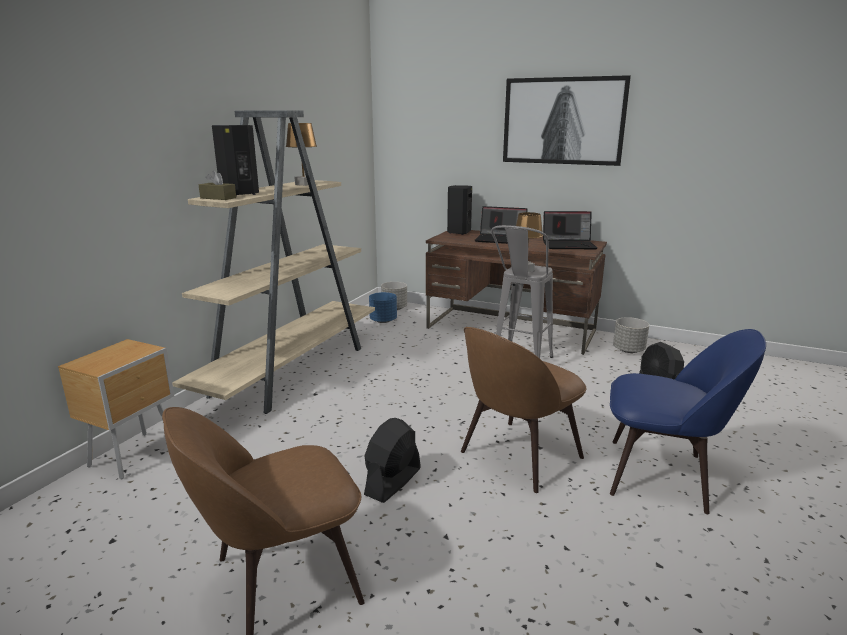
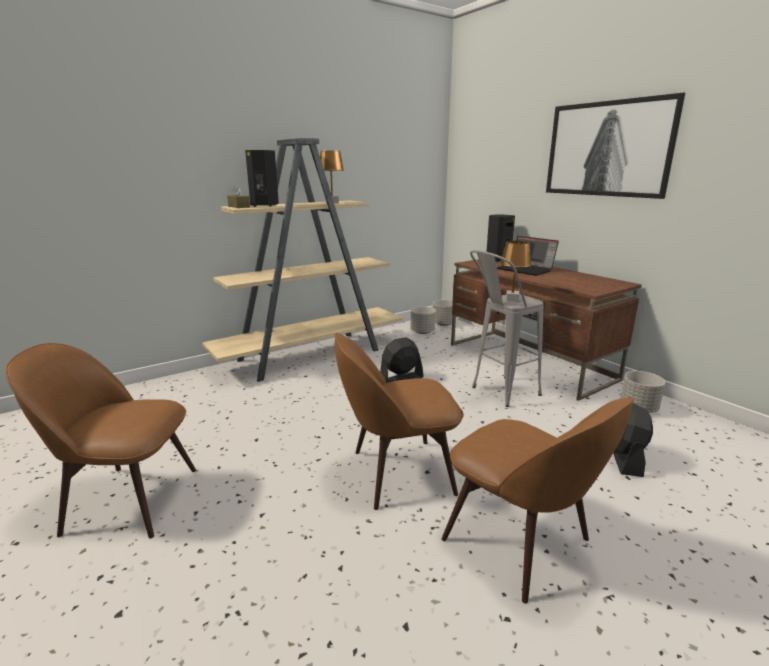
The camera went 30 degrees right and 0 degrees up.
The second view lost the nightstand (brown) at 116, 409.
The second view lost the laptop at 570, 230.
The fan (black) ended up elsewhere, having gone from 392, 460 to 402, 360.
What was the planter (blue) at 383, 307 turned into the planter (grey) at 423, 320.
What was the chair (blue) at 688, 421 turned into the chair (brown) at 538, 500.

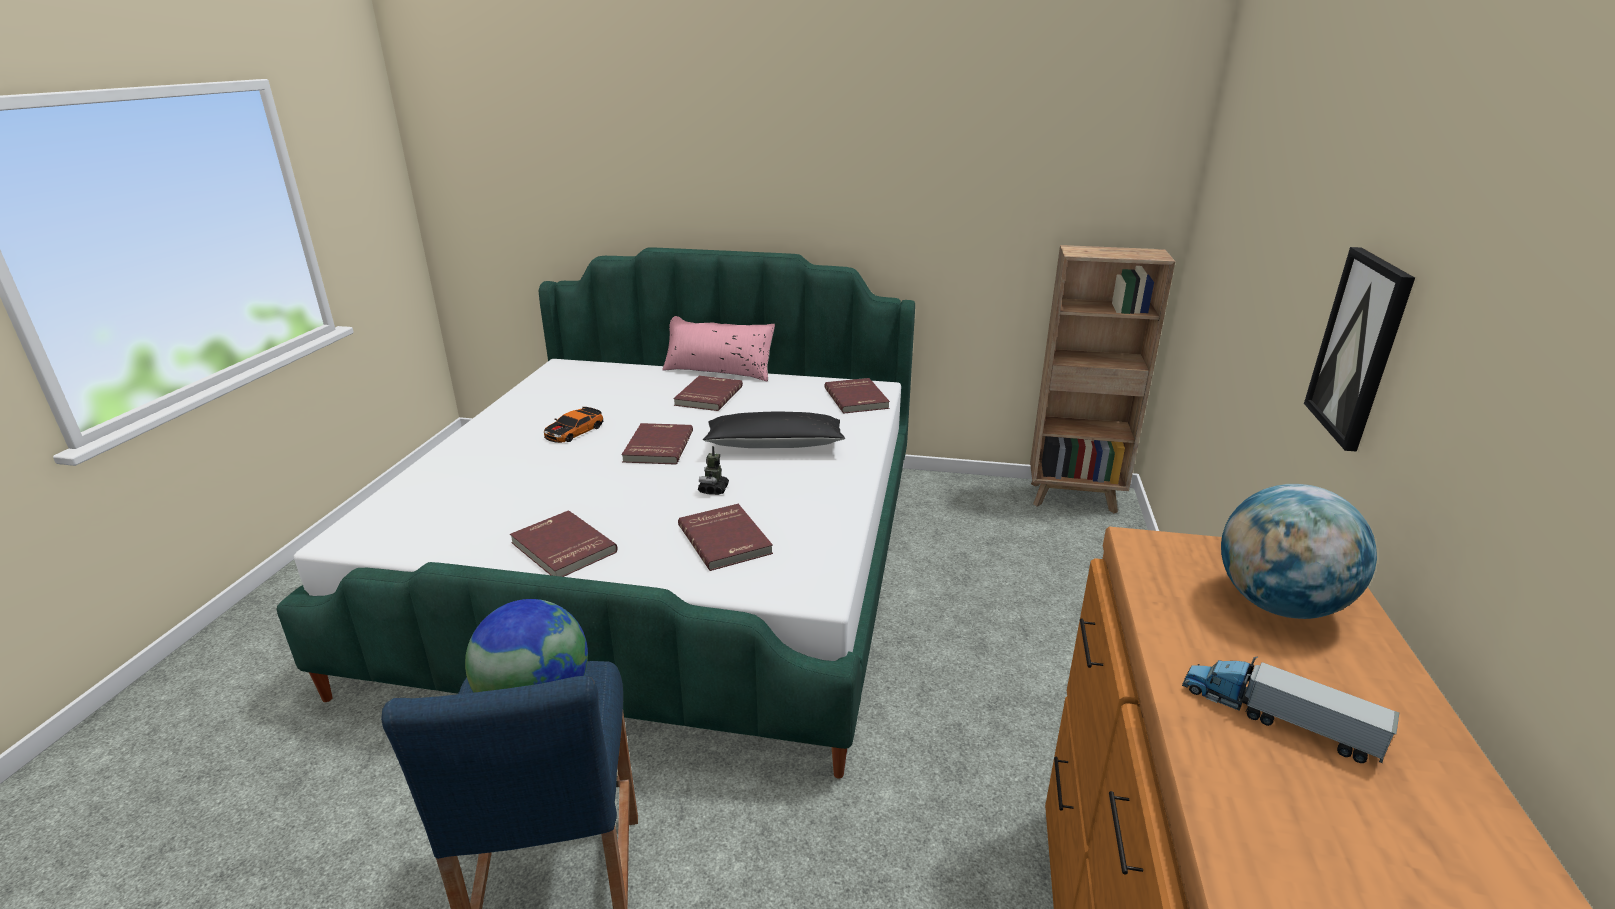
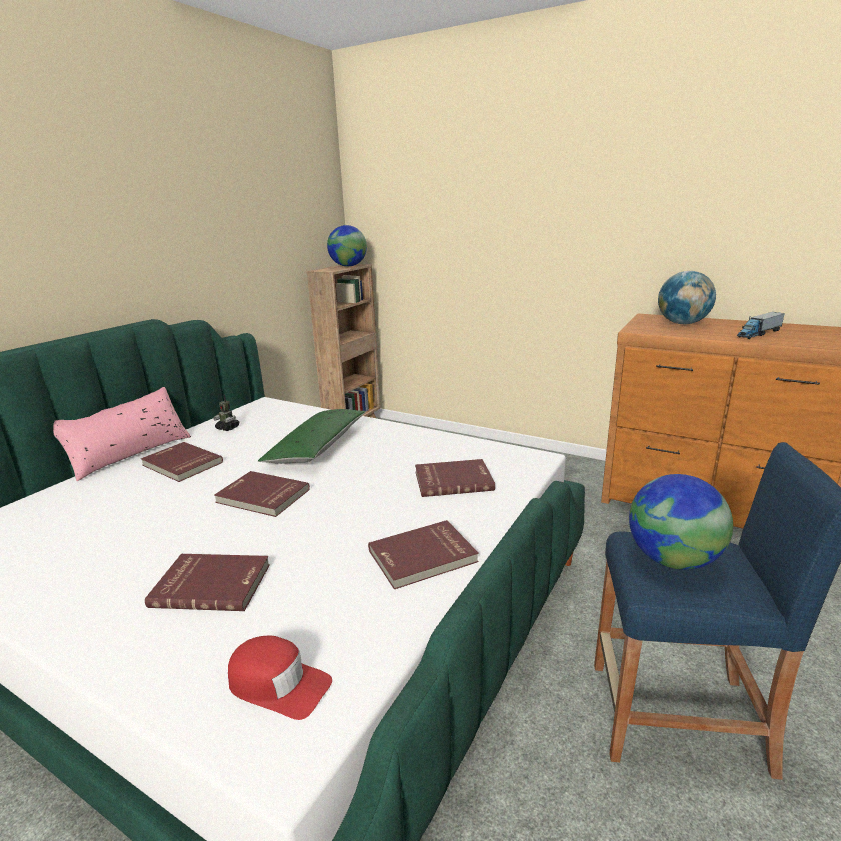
The camera went 70 degrees left and 5 degrees down.
The second view lost the toy car at 573, 425.
The second view lost the picture at 1359, 349.
The second view gained the cap (red) at 280, 678.
The second view gained the globe at 347, 246.
The toy robot ended up elsewhere, having gone from 713, 470 to 226, 413.
The book (red) ended up elsewhere, having gone from 857, 396 to 207, 582.
What was the pillow (black) at 774, 430 turned into the pillow (green) at 312, 436.

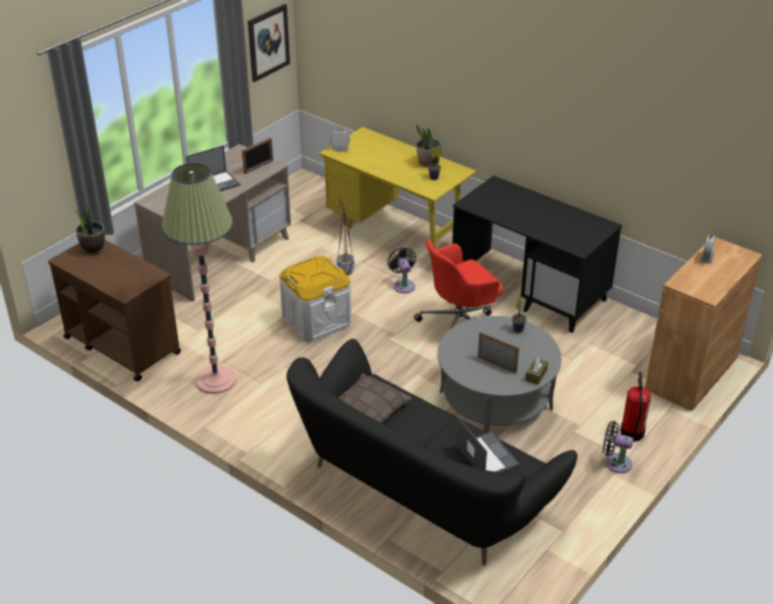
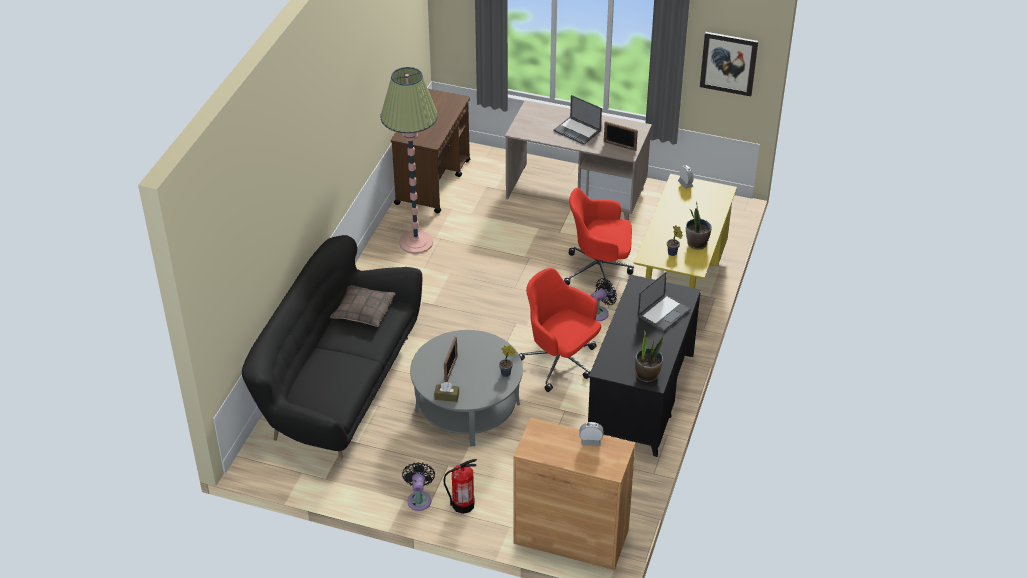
The camera went 70 degrees right and 5 degrees up.
The second view lost the storage box (white) at 315, 299.
The potted plant ended up elsewhere, having gone from 89, 228 to 649, 356.
The laptop ended up elsewhere, having gone from 488, 445 to 664, 301.
Where the planter stood at 345, 236, the office chair (red) came to stand at 599, 243.

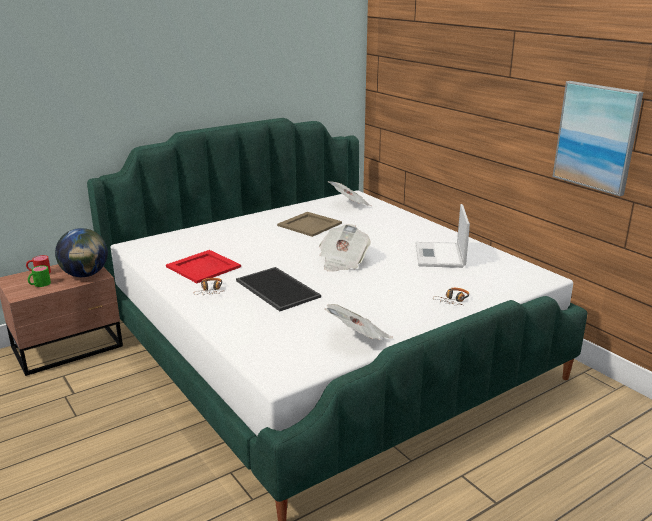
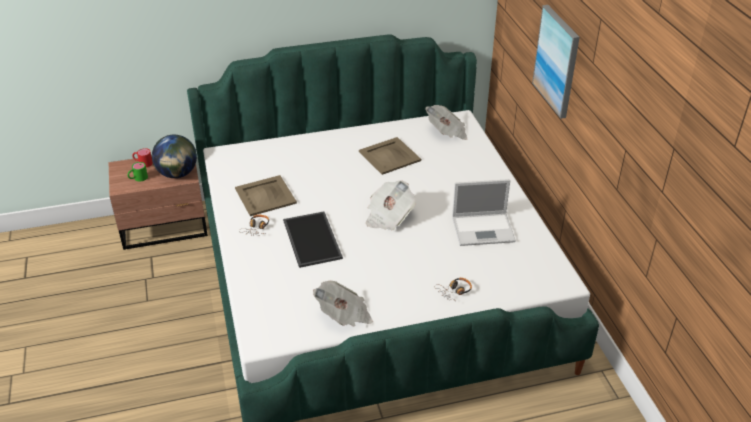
The camera went 20 degrees right and 15 degrees up.
The picture ended up elsewhere, having gone from 597, 138 to 556, 62.
What was the tray (red) at 203, 266 turned into the tray (beige) at 266, 195.
The laptop at 442, 236 ended up facing another way, 120 degrees counterclockwise from before.

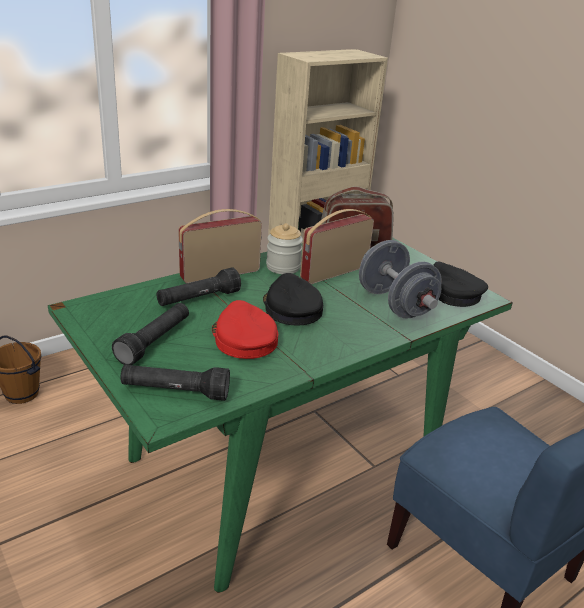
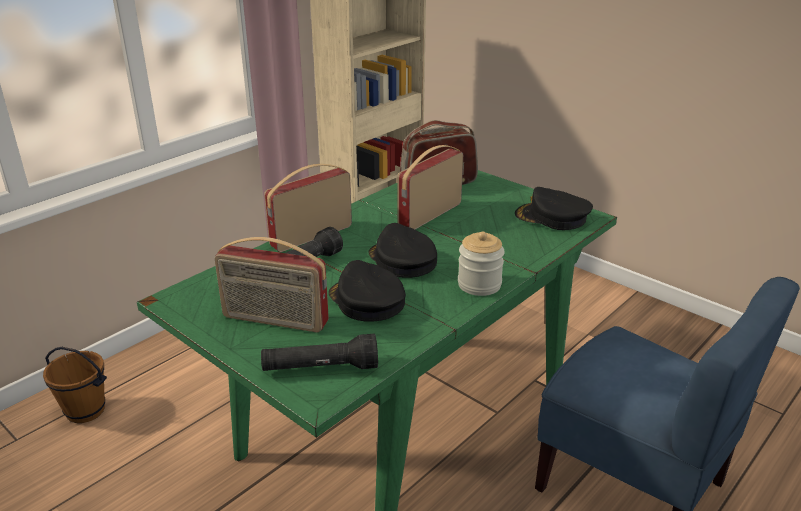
The camera went 10 degrees left and 0 degrees up.
The second view lost the dumbbell (grey) at 400, 279.
The jar ended up elsewhere, having gone from 284, 248 to 481, 263.
Where the flashlight (black) stood at 150, 334, the radio came to stand at 271, 285.
What was the cap (red) at 245, 329 turned into the cap (black) at 367, 291.

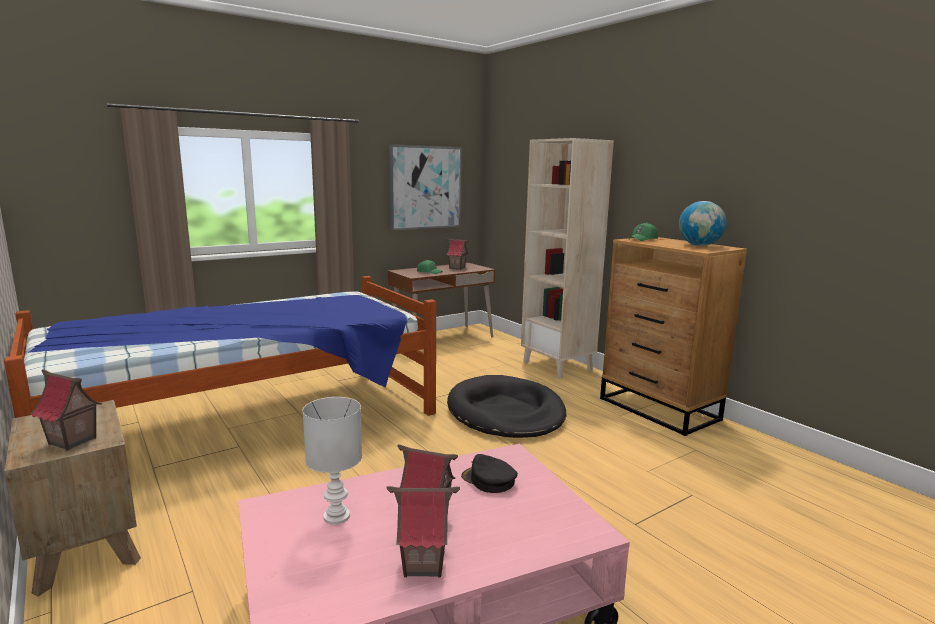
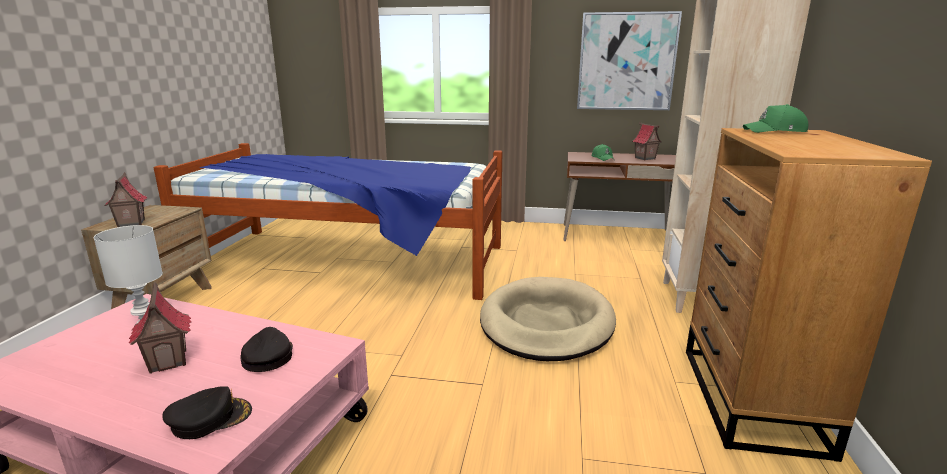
The camera went 45 degrees right and 5 degrees up.
The second view lost the toy house at 423, 532.
The second view lost the globe at 702, 223.
The second view gained the cap (black) at 207, 413.
What was the dog bed (black) at 506, 406 turned into the dog bed (beige) at 548, 319.

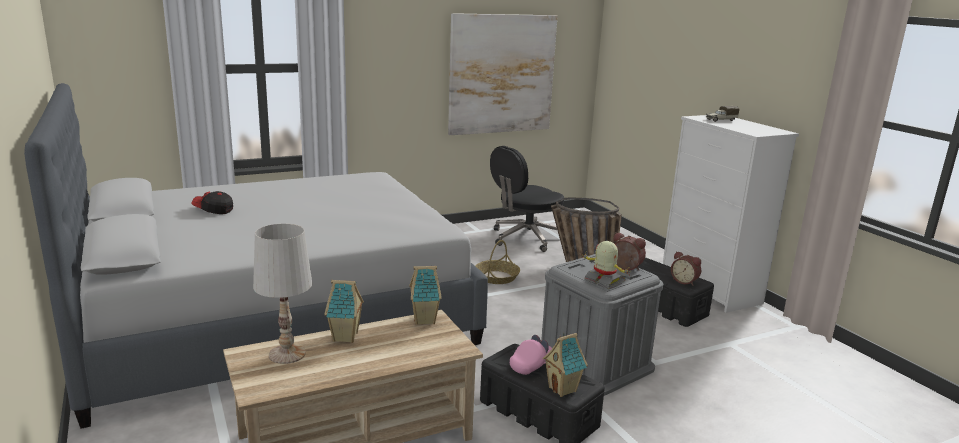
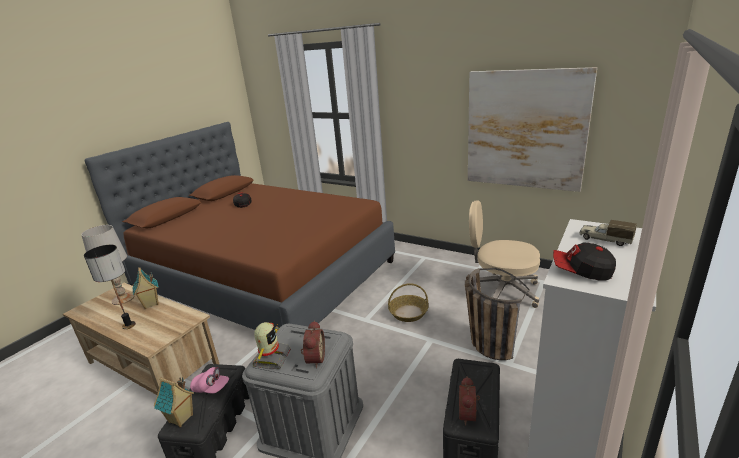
The camera went 60 degrees right and 5 degrees up.
The second view lost the toy house at 425, 295.
The second view gained the table lamp at 110, 287.
The second view gained the cap at 584, 262.
What was the bed (grey) at 256, 256 turned into the bed (brown) at 240, 226.
What was the office chair (black) at 527, 199 turned into the office chair (beige) at 504, 254.

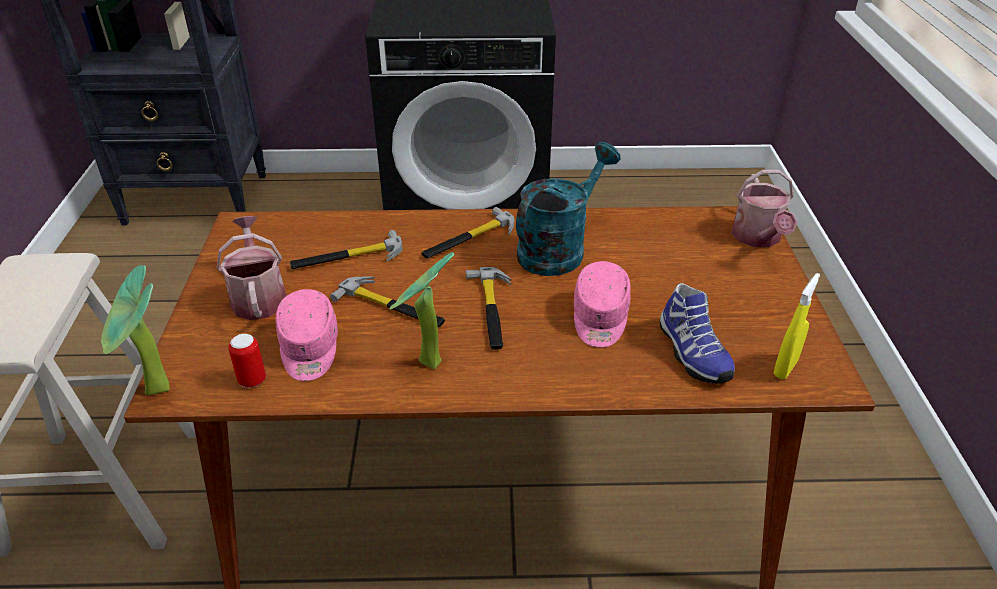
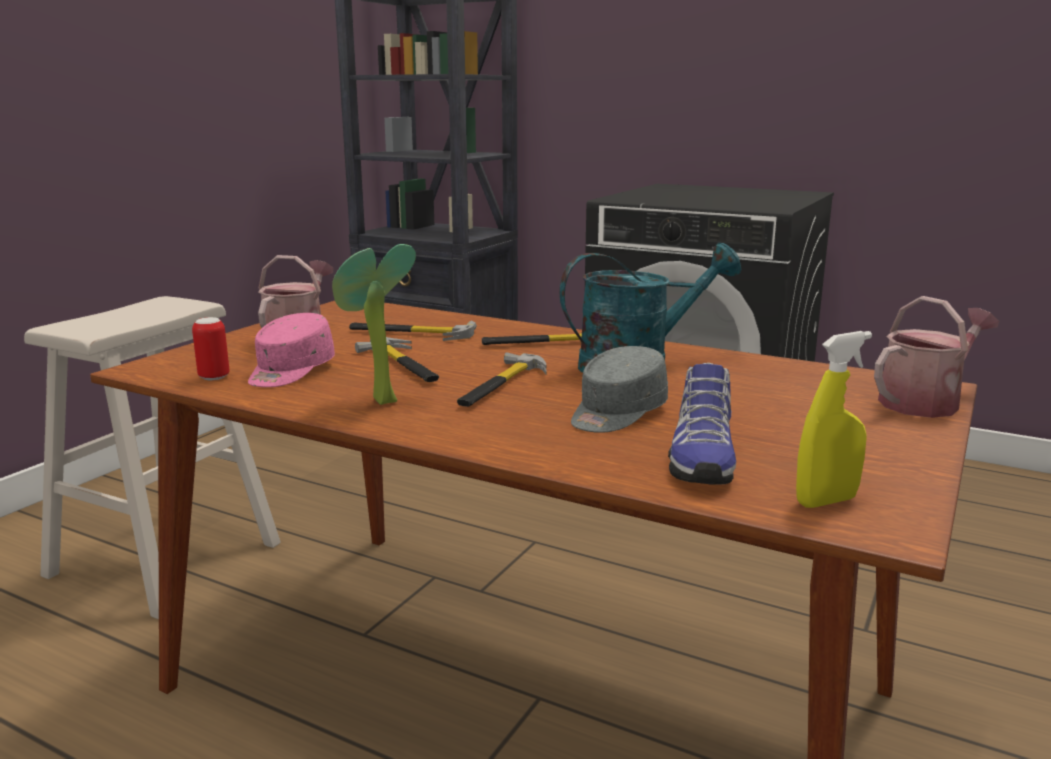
The camera went 30 degrees right and 20 degrees down.
The second view lost the potted plant at 135, 330.
What was the cap (pink) at 602, 304 turned into the cap (grey) at 619, 389.
The watering can at 765, 208 ended up facing another way, 150 degrees counterclockwise from before.

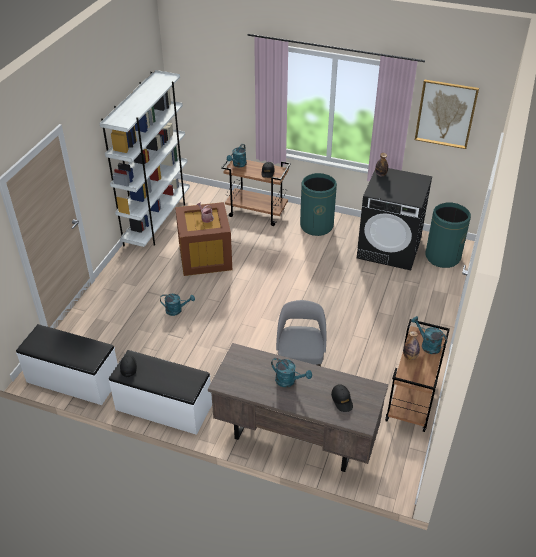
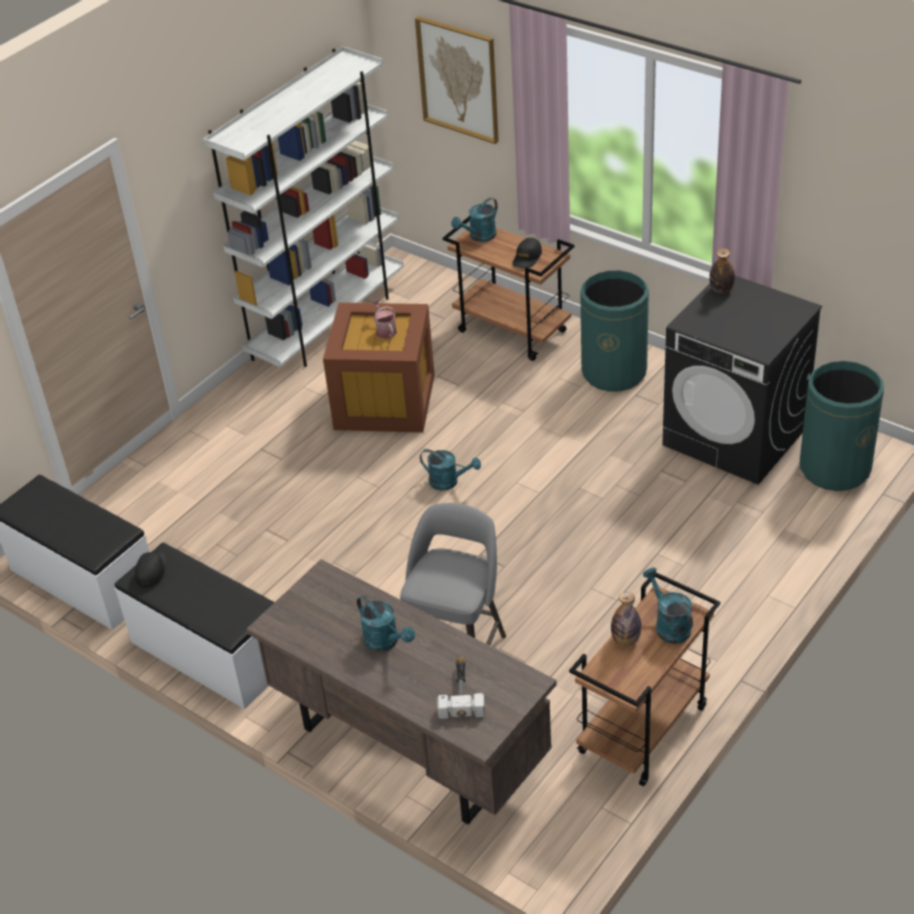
The camera went 20 degrees right and 0 degrees up.
The watering can (turquoise) ended up elsewhere, having gone from 177, 305 to 450, 470.
The picture ended up elsewhere, having gone from 447, 114 to 457, 80.
Where the cap (black) stood at 342, 398, the hammer came to stand at 461, 688.

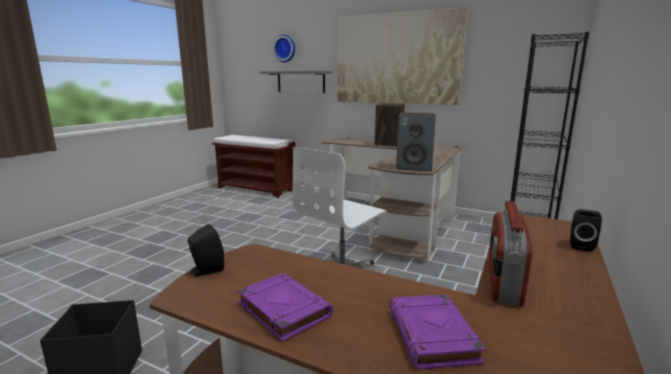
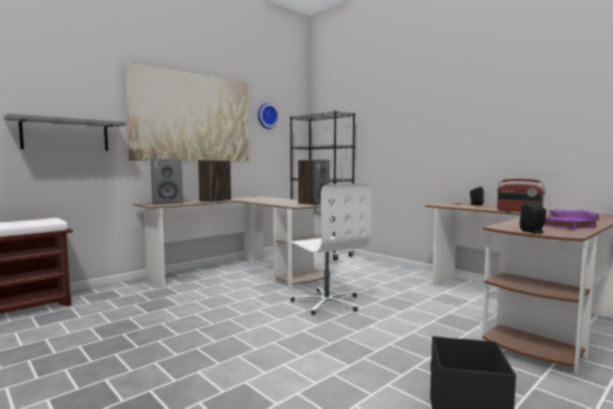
The camera went 70 degrees left and 10 degrees down.
The second view gained the speaker at 167, 181.
The wall clock ended up elsewhere, having gone from 284, 48 to 268, 116.

